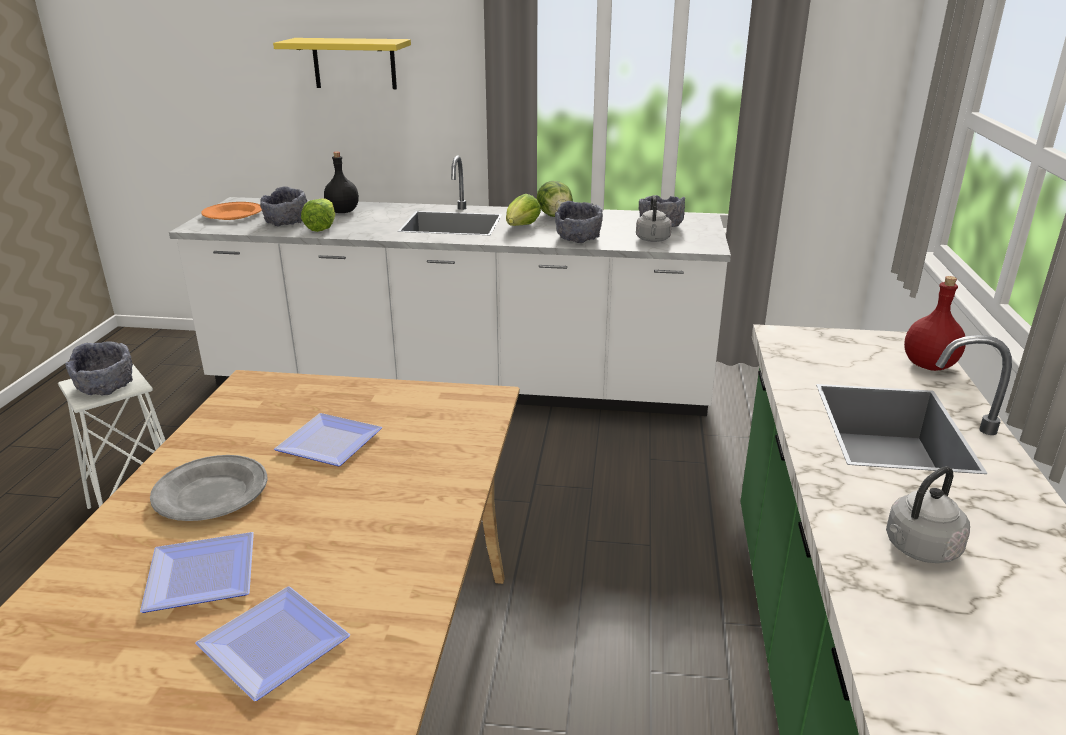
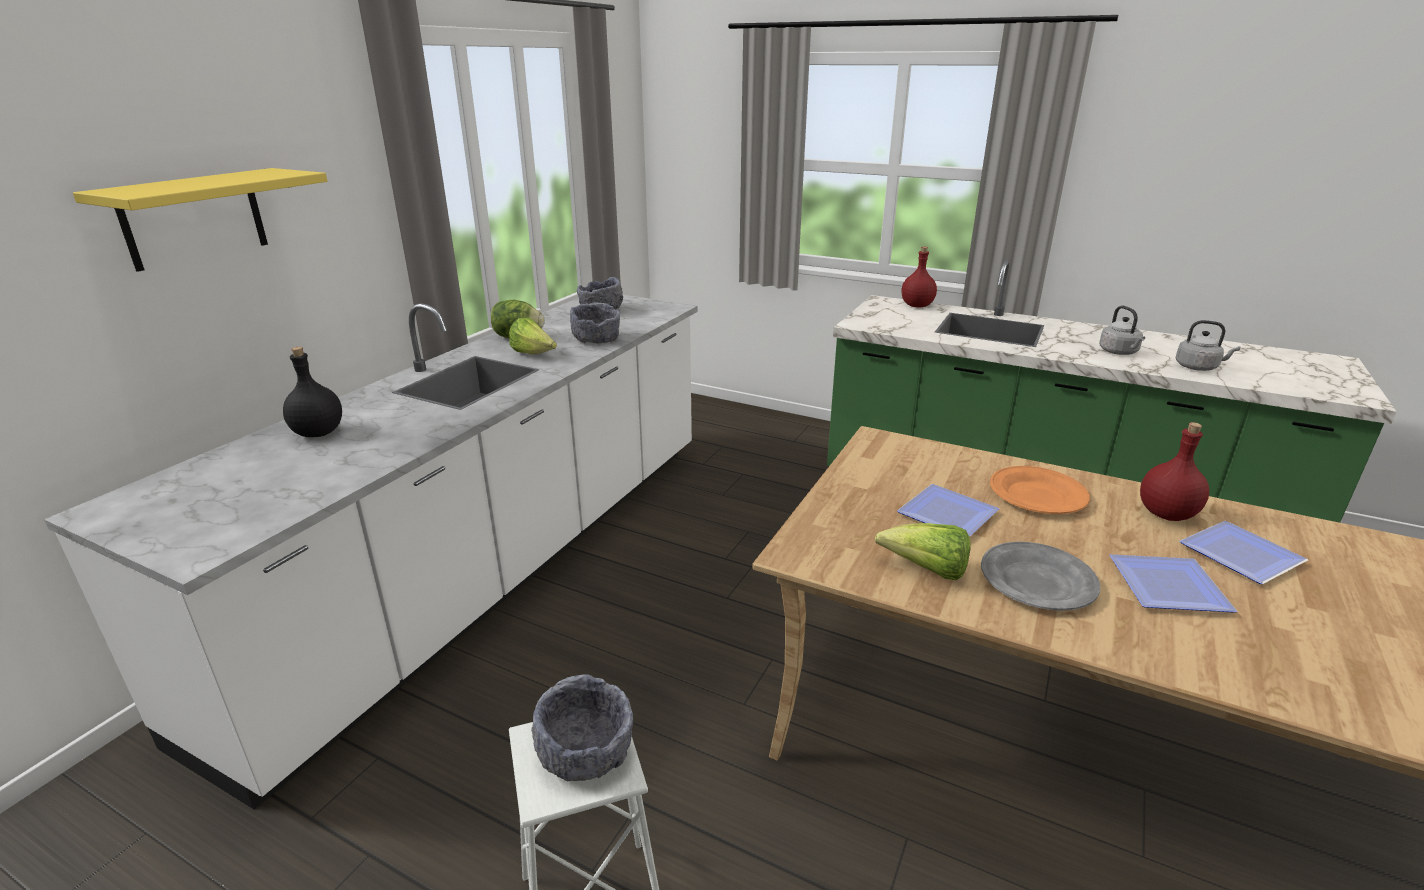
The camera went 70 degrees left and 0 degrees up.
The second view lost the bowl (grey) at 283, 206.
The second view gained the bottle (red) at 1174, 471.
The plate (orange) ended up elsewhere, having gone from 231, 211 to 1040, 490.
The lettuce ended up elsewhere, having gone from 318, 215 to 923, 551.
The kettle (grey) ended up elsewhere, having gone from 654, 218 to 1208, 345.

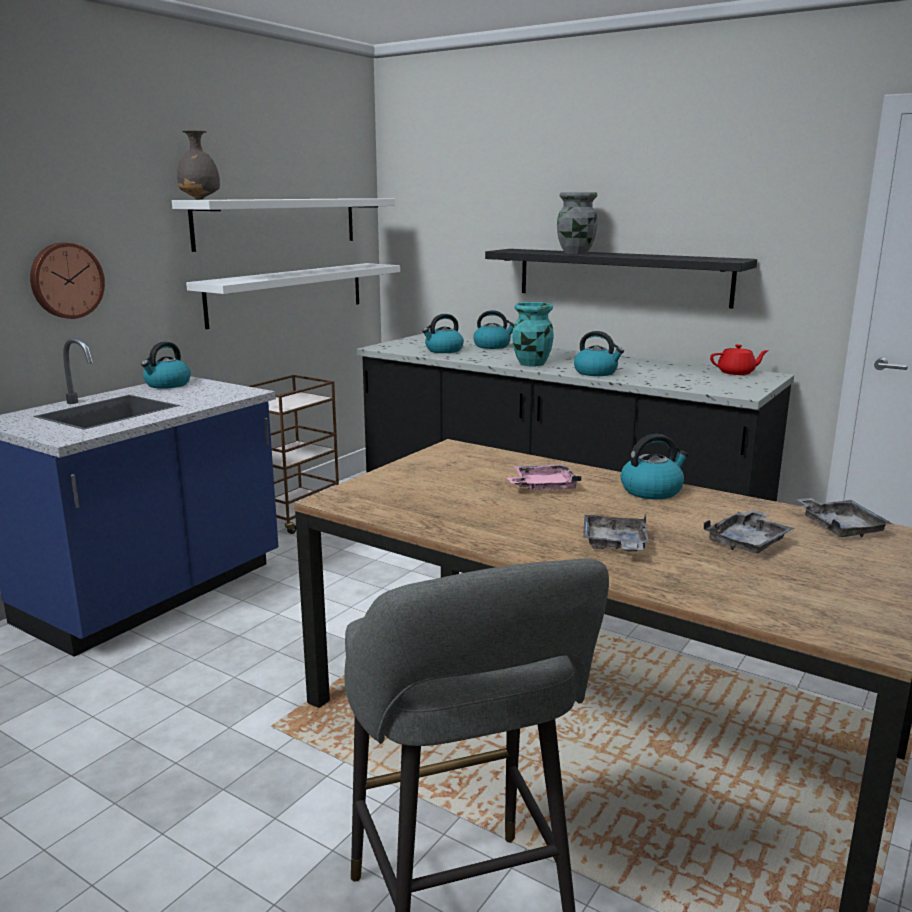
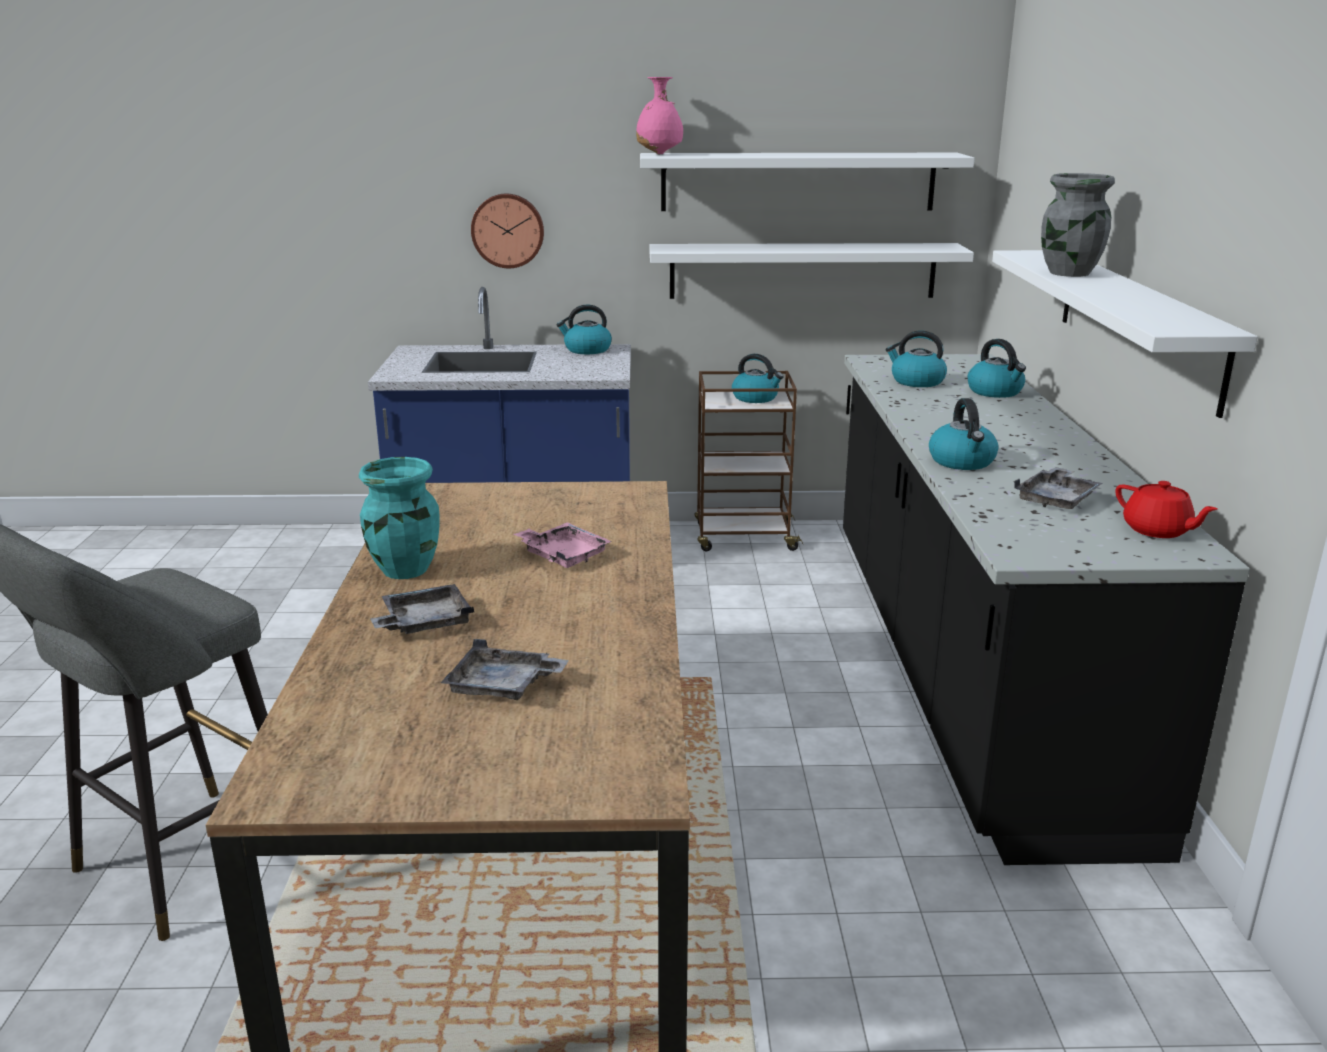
The camera went 55 degrees right and 5 degrees up.
The vase (turquoise) ended up elsewhere, having gone from 533, 334 to 399, 518.
The kettle ended up elsewhere, having gone from 654, 466 to 758, 378.
The tray (grey) ended up elsewhere, having gone from 844, 517 to 1058, 488.
What was the vase (grey) at 198, 165 turned into the vase (pink) at 659, 115.
What was the shelf (black) at 621, 278 turned into the shelf (white) at 1125, 334.

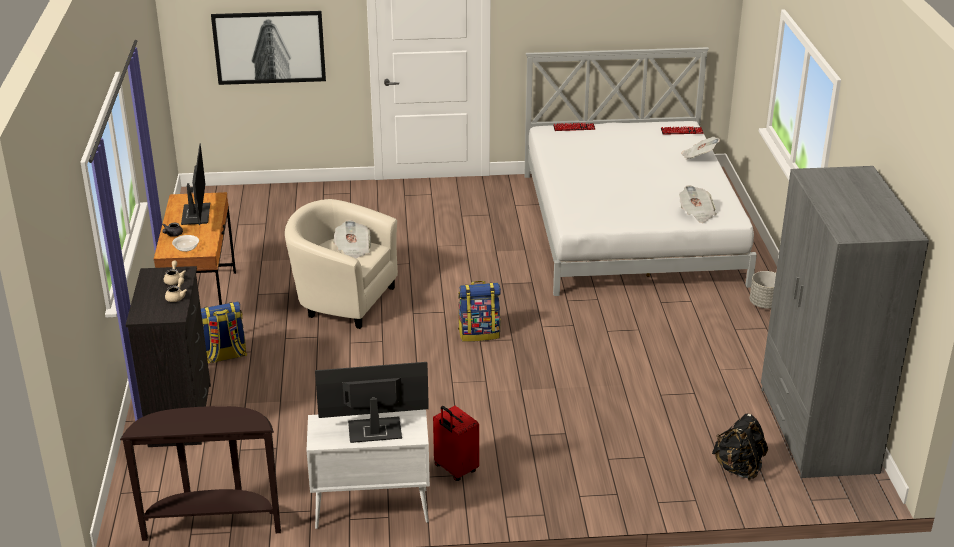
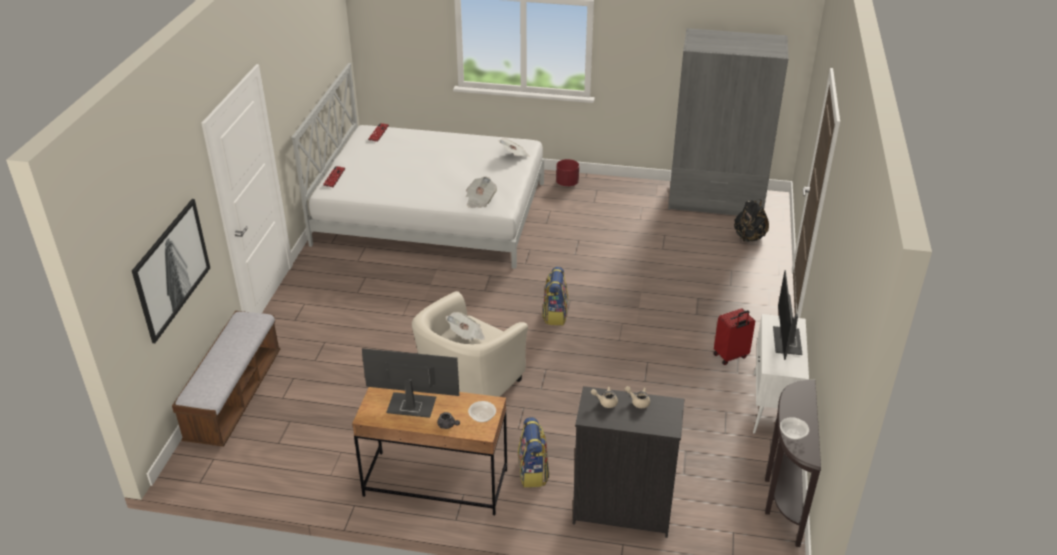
The camera went 75 degrees left and 5 degrees up.
The second view gained the bench at 226, 379.
The second view gained the bowl at 794, 428.
The newspaper ended up elsewhere, having gone from 700, 148 to 481, 192.
What was the planter (grey) at 763, 290 turned into the planter (red) at 567, 172.

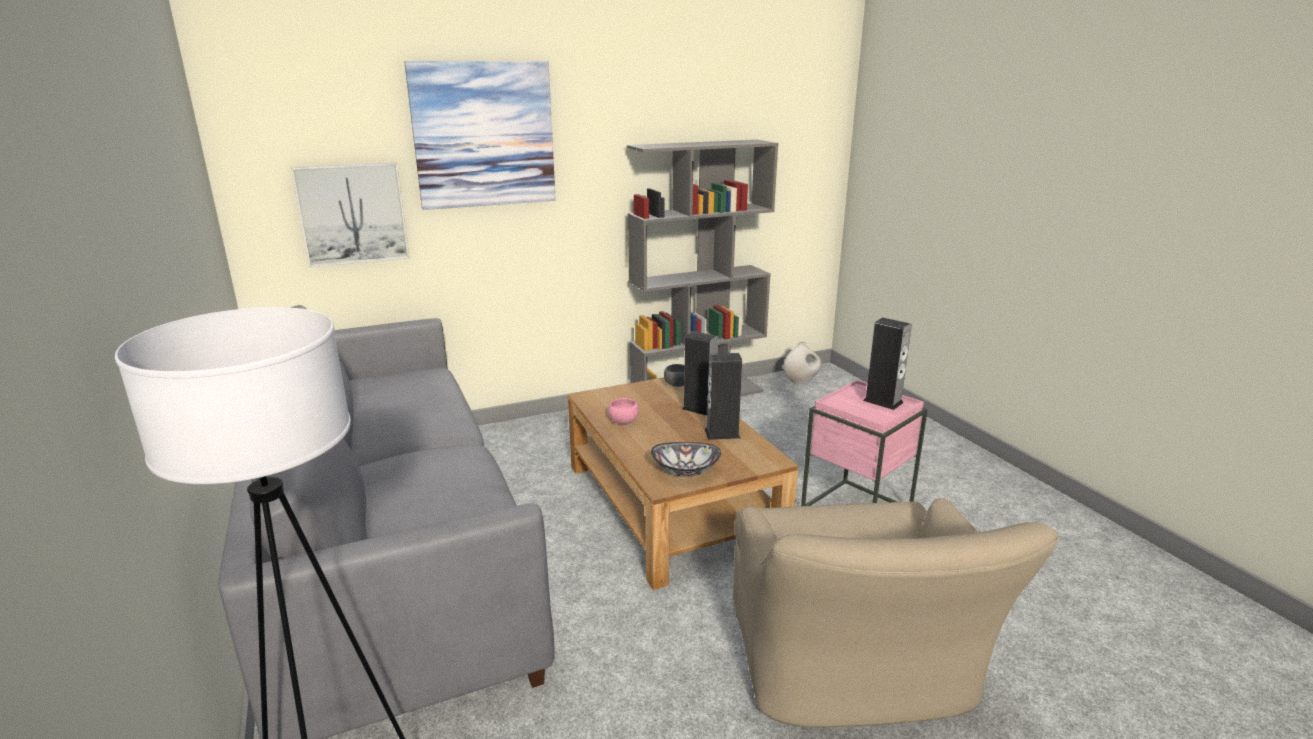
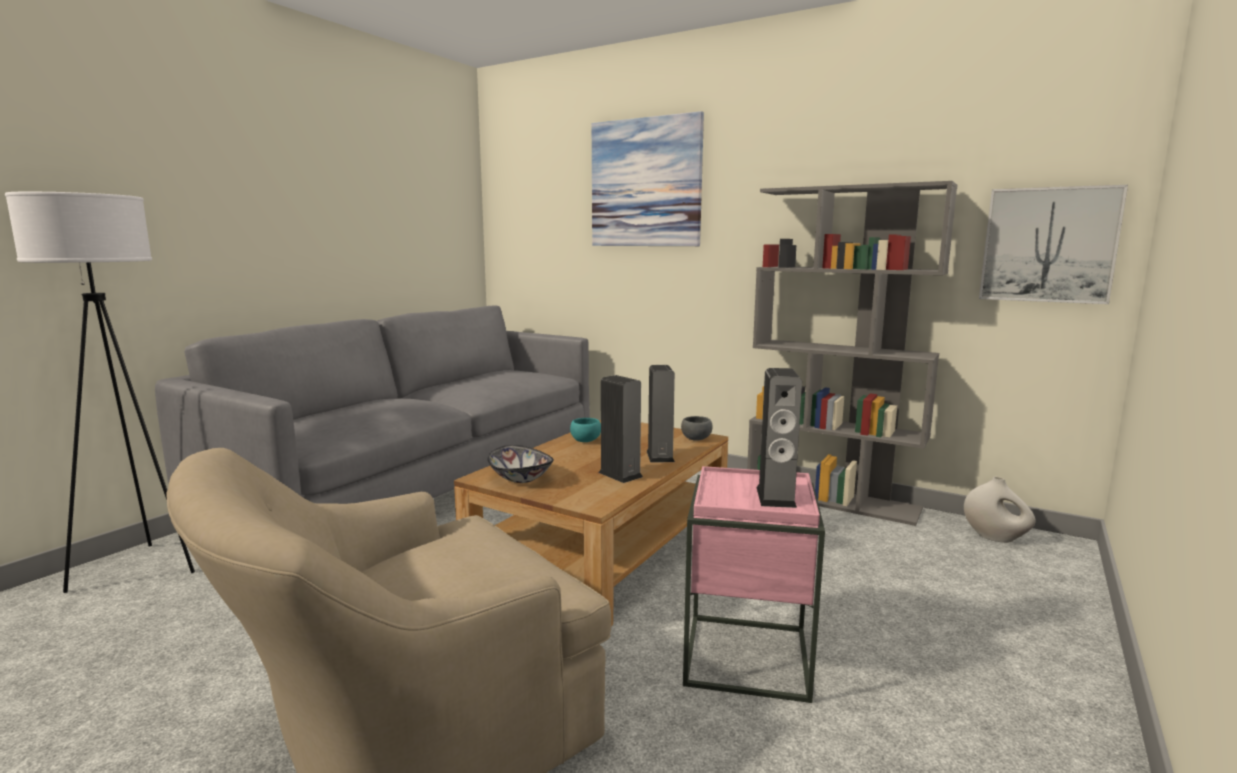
The camera went 55 degrees right and 10 degrees down.
The picture ended up elsewhere, having gone from 350, 214 to 1053, 244.
What was the bowl (pink) at 623, 411 turned into the bowl (turquoise) at 585, 430.

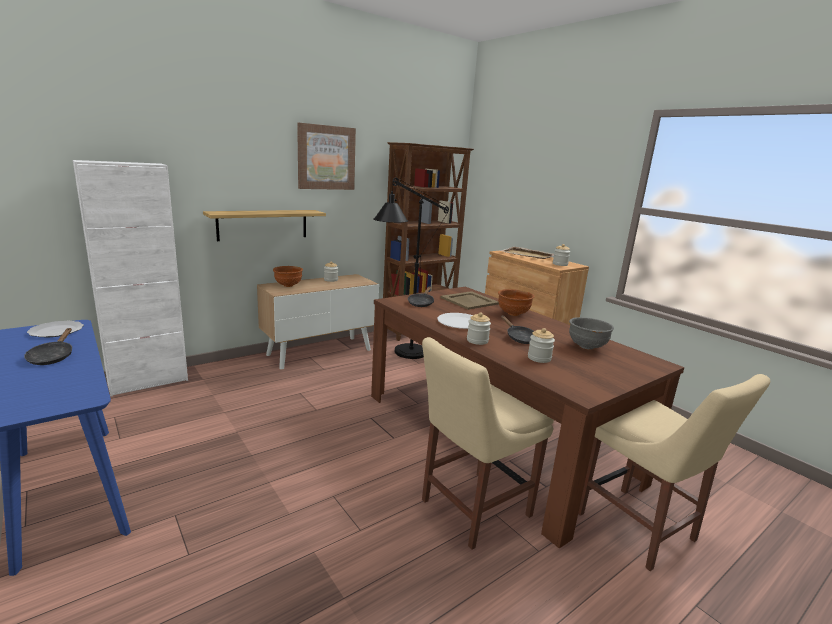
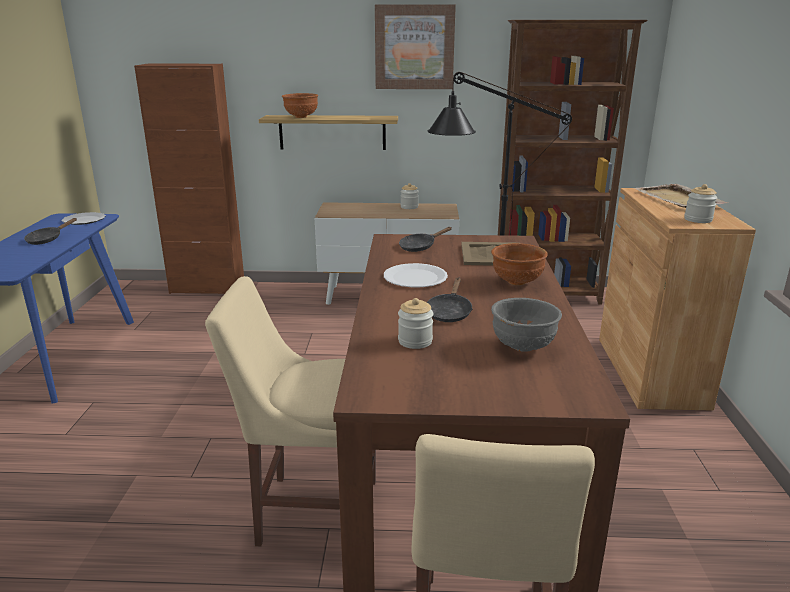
The camera went 40 degrees right and 5 degrees up.
The second view lost the jar at 479, 328.
The bowl (brown) ended up elsewhere, having gone from 288, 276 to 300, 105.
What was the cabinet (white) at 130, 278 turned into the cabinet (brown) at 189, 178.

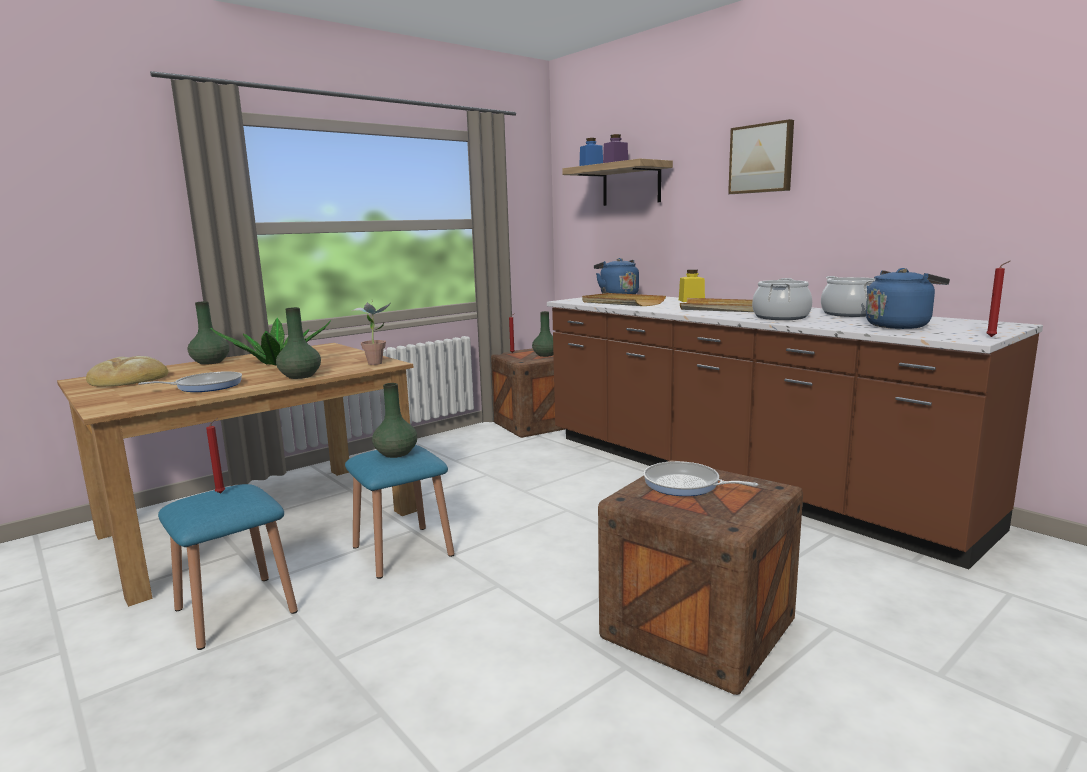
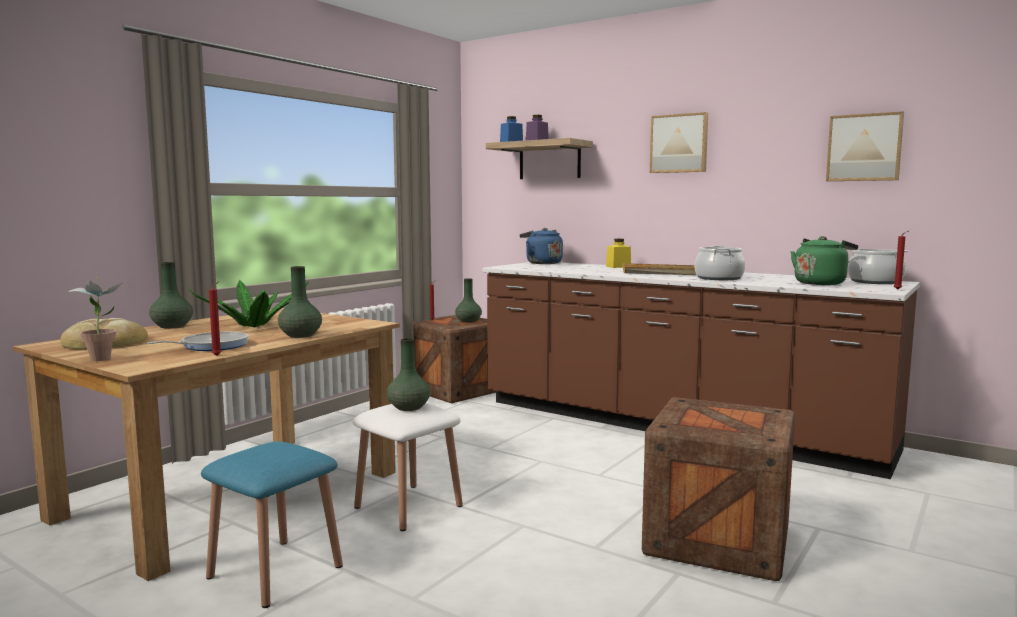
The camera went 15 degrees left and 5 degrees down.
The second view lost the tray (beige) at 624, 299.
The second view lost the frying pan at 700, 478.
The second view gained the picture at 865, 146.
The candle (red) ended up elsewhere, having gone from 215, 456 to 215, 318.
The potted plant ended up elsewhere, having gone from 371, 332 to 95, 319.
The cooking pot ended up elsewhere, having gone from 848, 296 to 878, 266.
What was the stool (blue) at 399, 512 turned into the stool (white) at 408, 467.
What was the kettle (blue) at 908, 298 turned into the kettle (green) at 824, 260.

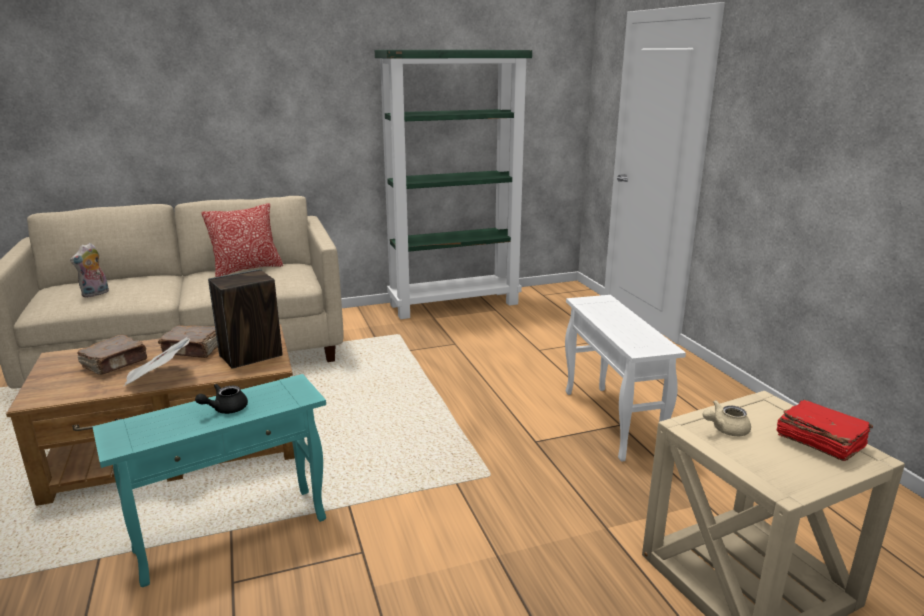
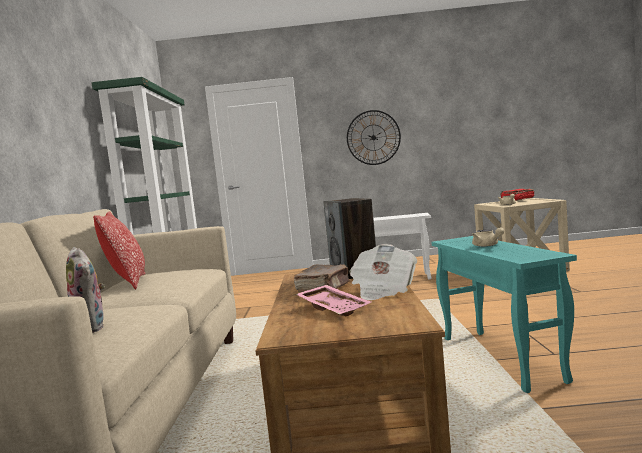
The camera went 70 degrees left and 15 degrees down.
The second view gained the wall clock at 374, 137.
Where the book (brown) stood at 112, 355, the tray (pink) came to stand at 333, 300.
What was the teapot (black) at 221, 399 turned into the teapot (beige) at 488, 237.

